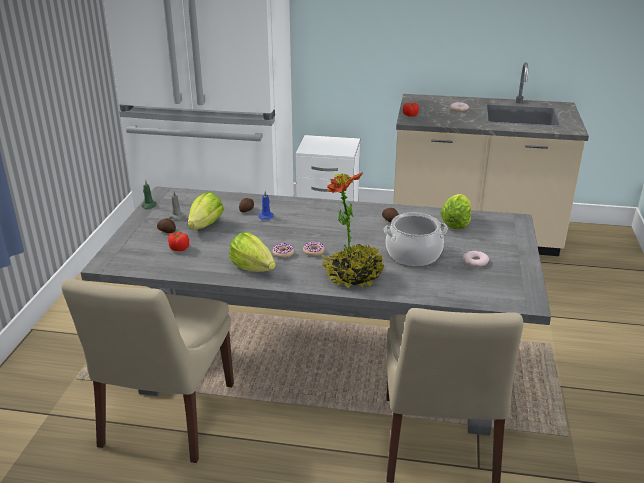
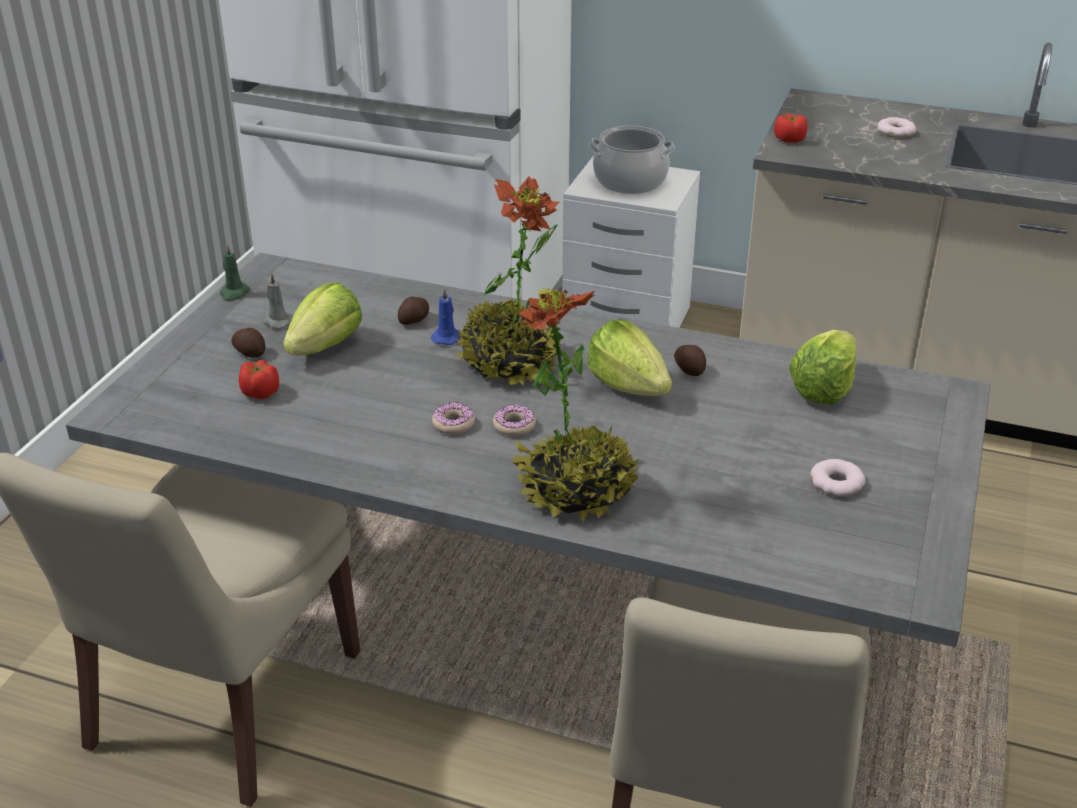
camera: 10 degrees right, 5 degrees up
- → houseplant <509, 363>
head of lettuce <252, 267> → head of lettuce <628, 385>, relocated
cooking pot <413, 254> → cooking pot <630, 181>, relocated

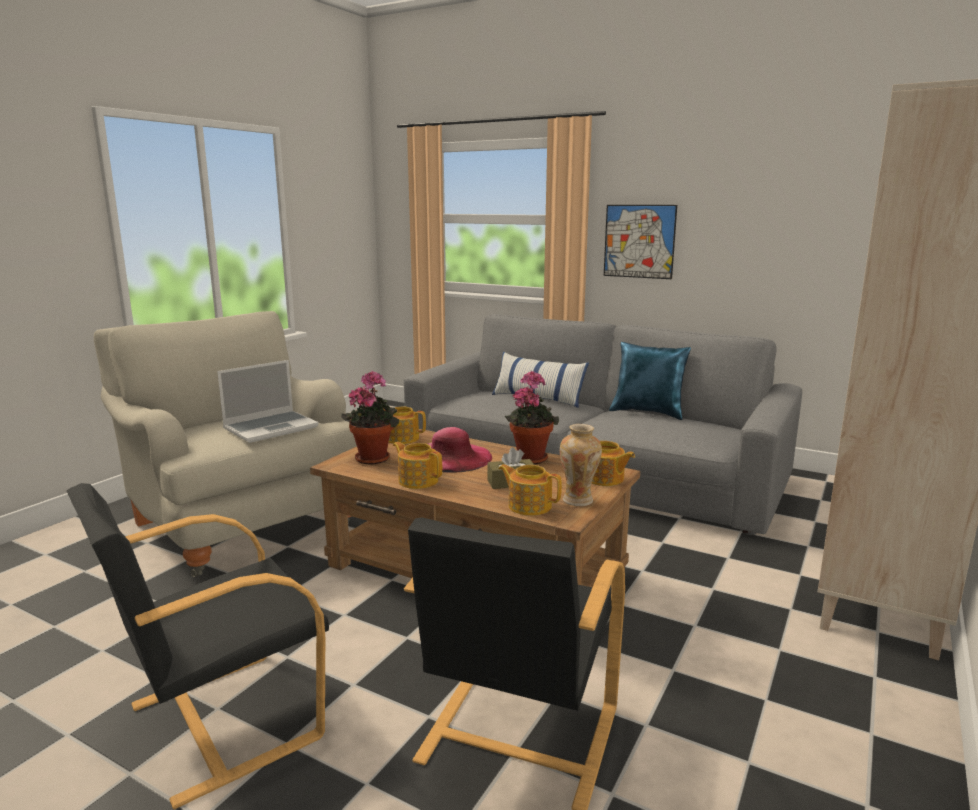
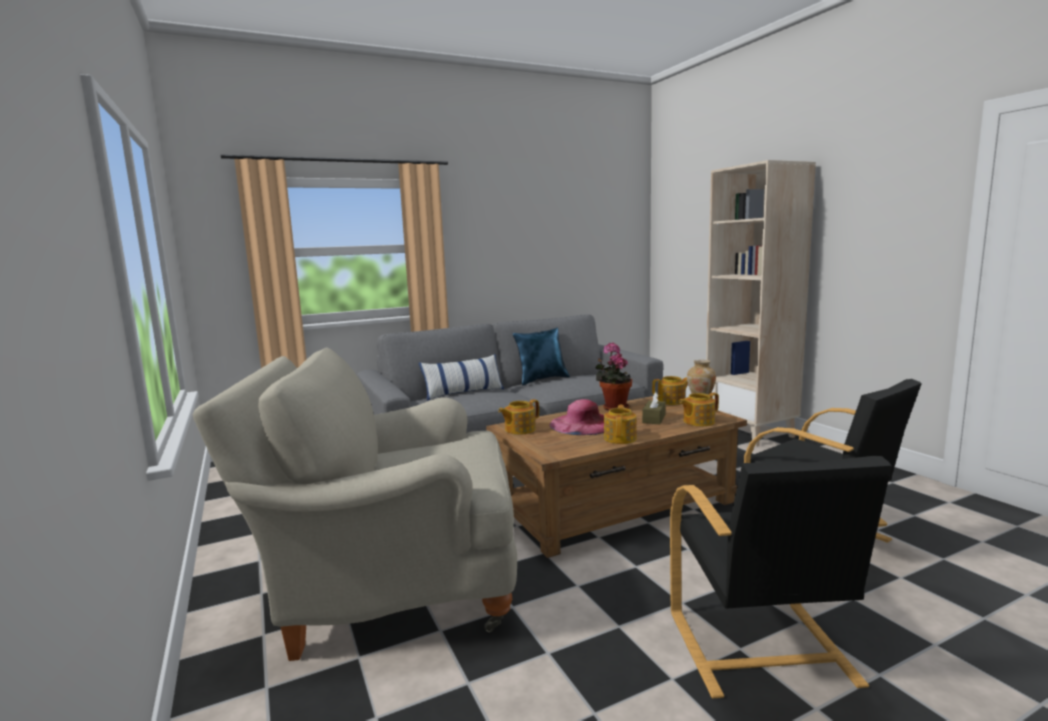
camera: 55 degrees left, 5 degrees down
laptop <271, 428> → -
houseplant <374, 457> → -
wall picture <639, 241> → -
pot for tea <418, 480> → pot for tea <620, 438>, 120 degrees clockwise

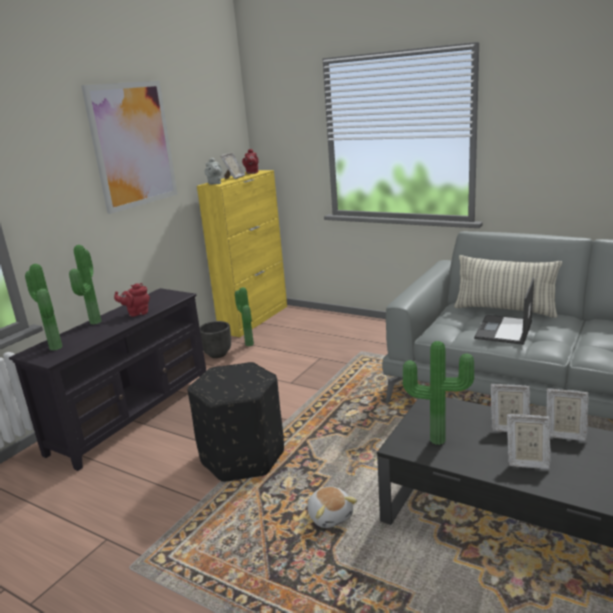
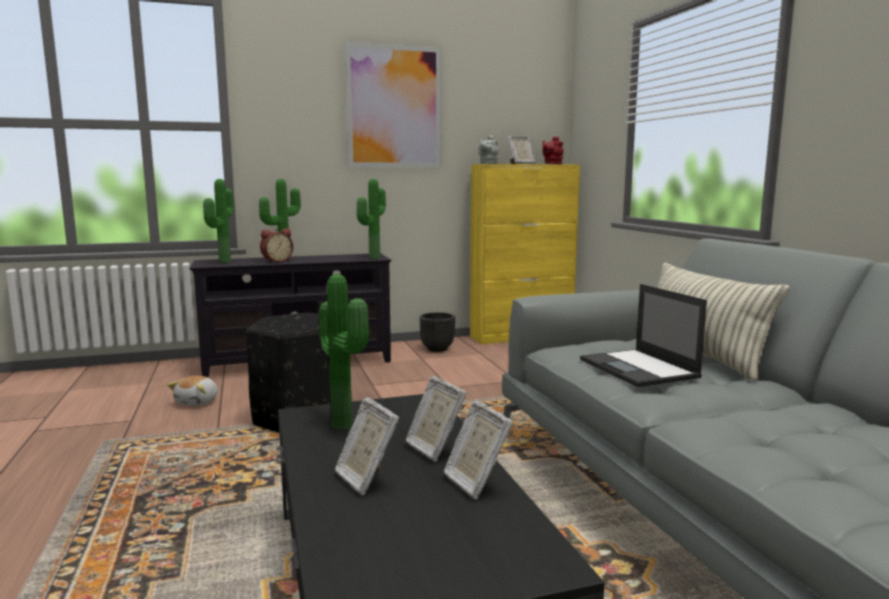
camera: 40 degrees right, 10 degrees down
red pot for tea <137, 313> → -
- → bedside clock <276, 261>
houseplant <247, 344> → houseplant <372, 257>, relocated
cuddly toy <330, 516> → cuddly toy <198, 402>, relocated
laptop <504, 330> → laptop <639, 369>, 90 degrees counterclockwise

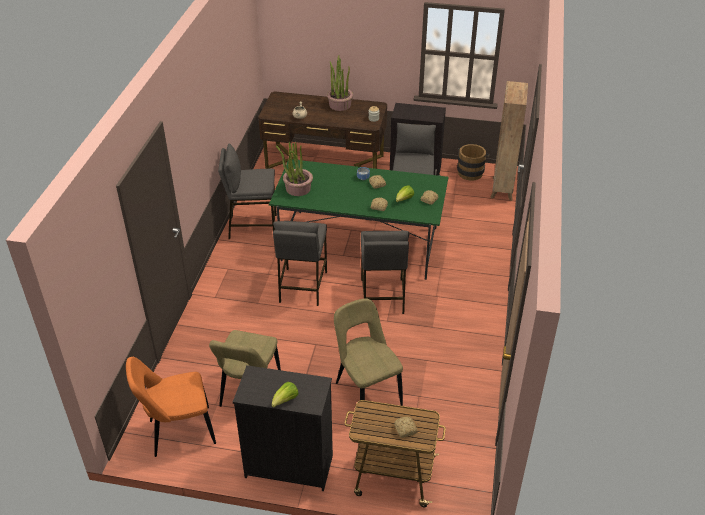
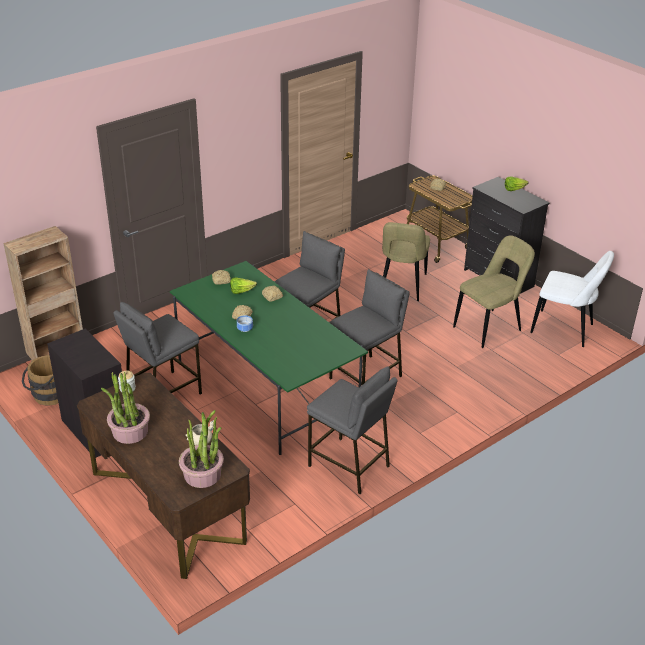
camera: 140 degrees left, 5 degrees down
houseplant <297, 188> → houseplant <203, 474>, relocated
orangey plain chair <178, 432> → white plain chair <565, 330>

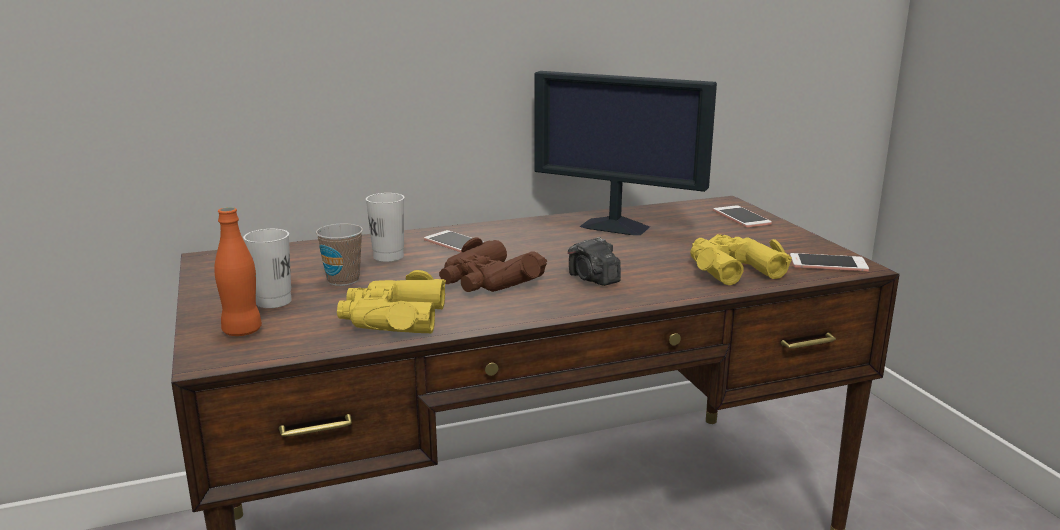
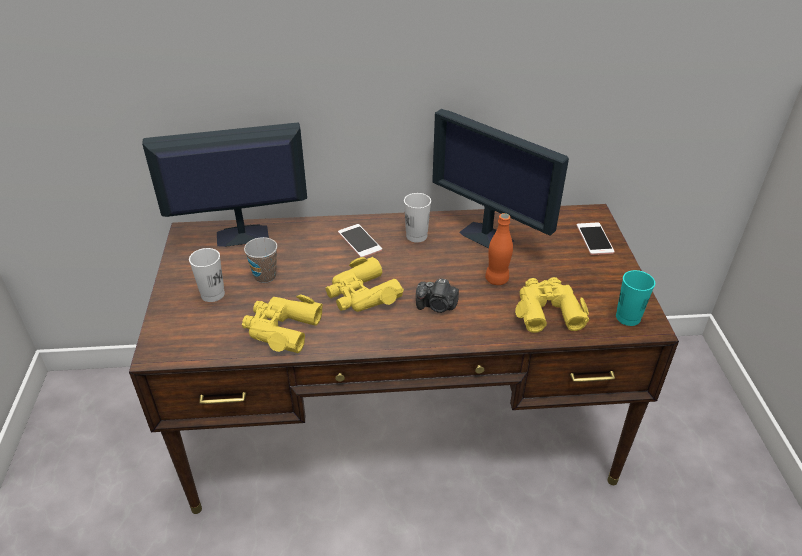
camera: 15 degrees right, 20 degrees up
- → computer screen <241, 236>
orangey bottle <242, 331> → orangey bottle <496, 279>, relocated
white cup <388, 257> → white cup <416, 236>, relocated
handset <828, 263> → blue-green cup <628, 317>
brown-coloured field glasses <488, 281> → yellowish field glasses <362, 295>
still camera <593, 279> → still camera <437, 306>, 60 degrees counterclockwise

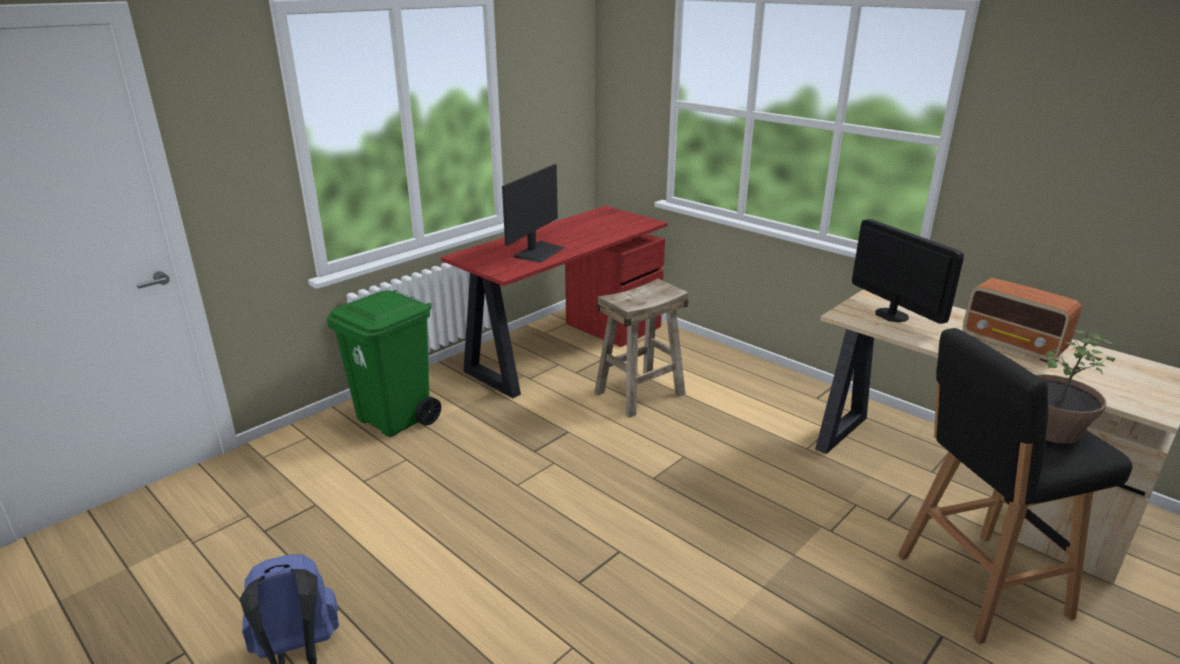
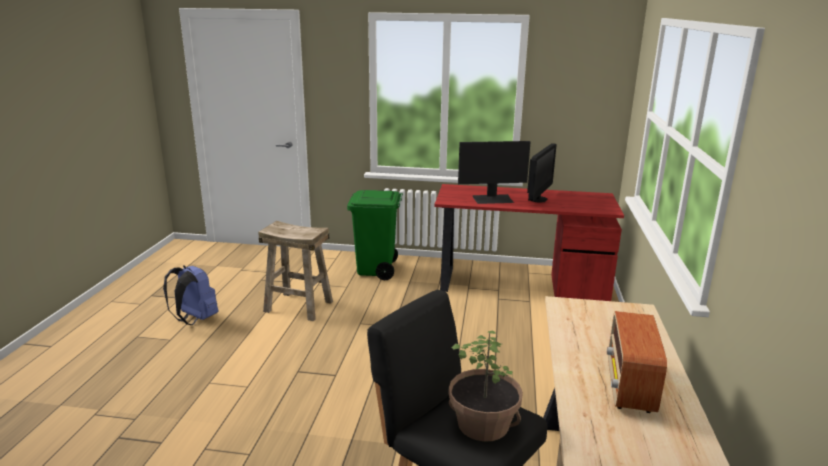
camera: 55 degrees right, 5 degrees down
beige-coloured stool seat <639, 394> → beige-coloured stool seat <298, 306>, relocated
computer screen <891, 315> → computer screen <538, 199>, relocated

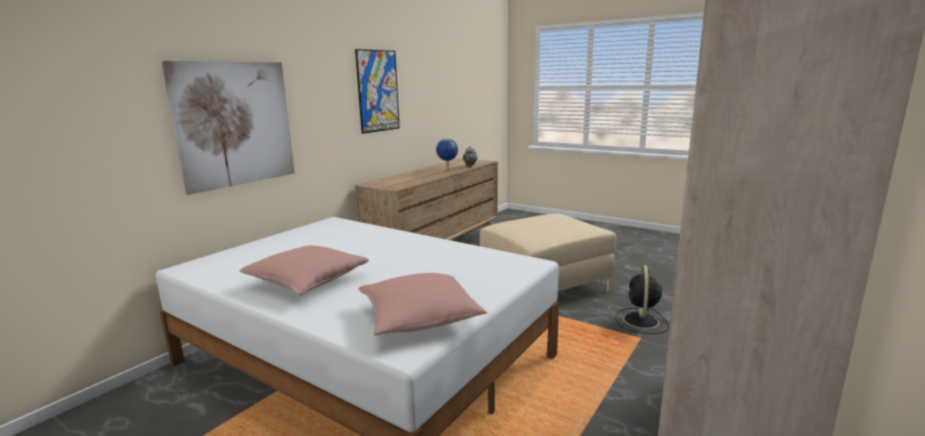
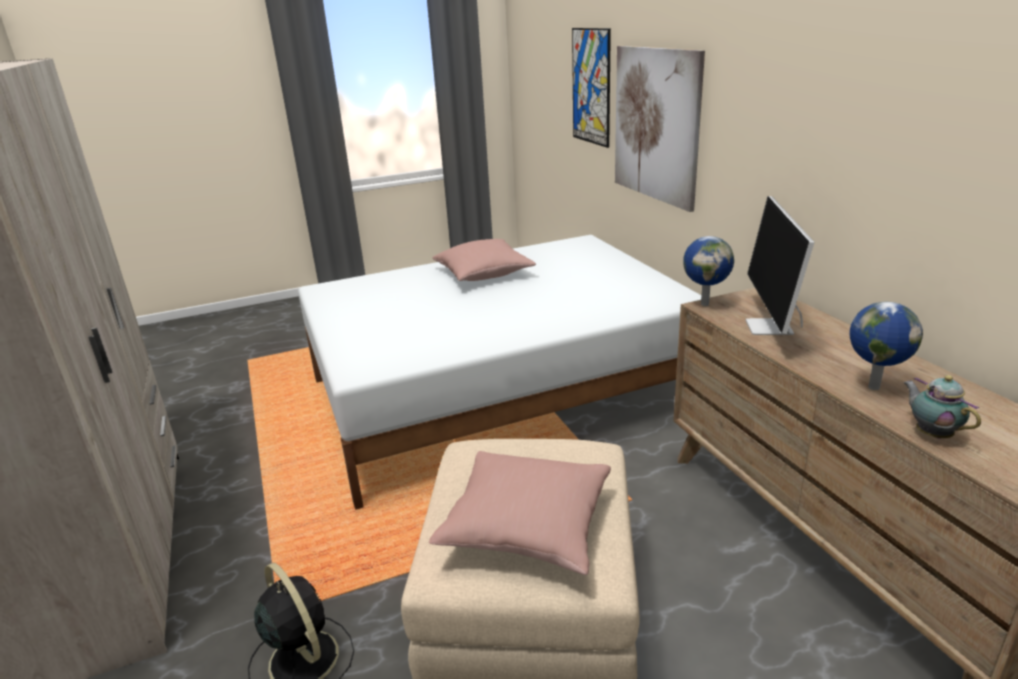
camera: 125 degrees right, 10 degrees up
- → desk globe <705, 304>
- → computer screen <770, 328>
wall picture <378, 91> → wall picture <591, 87>, relocated
pink-coloured throw pillow <419, 319> → pink-coloured throw pillow <527, 525>, relocated

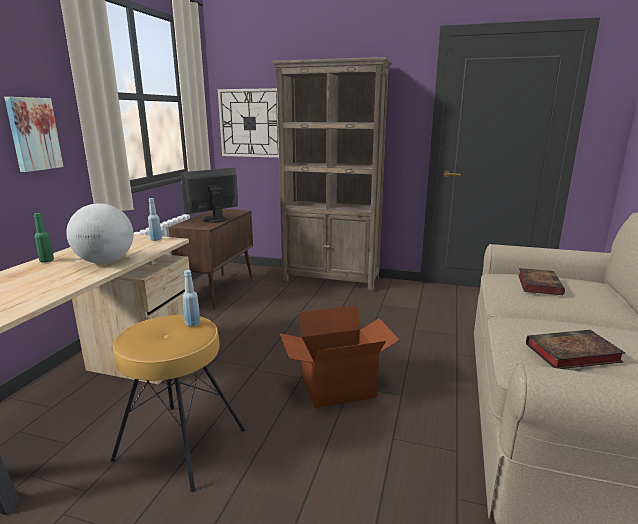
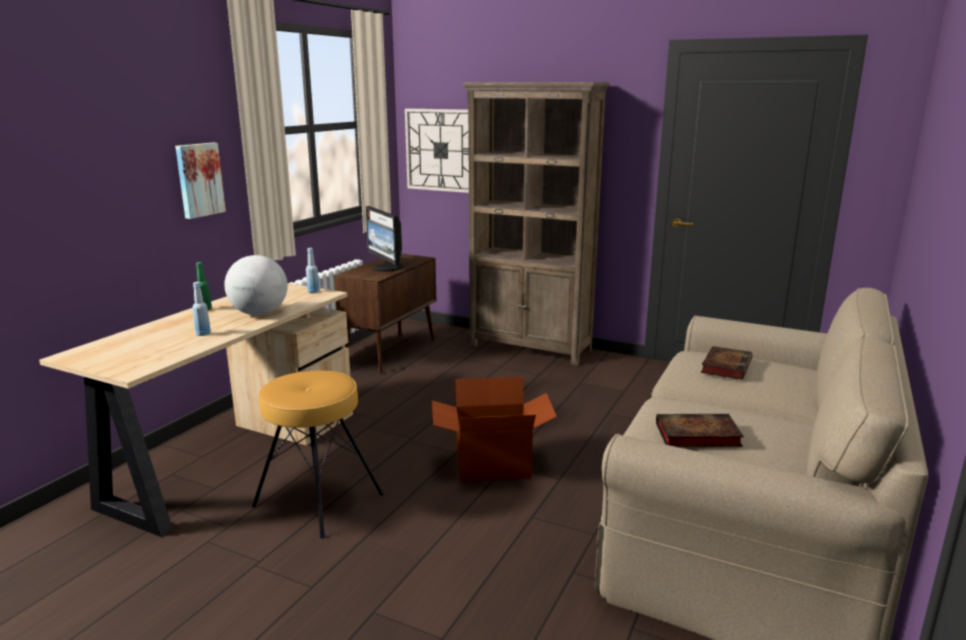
camera: 10 degrees right, 0 degrees up
blue bottle <193, 323> → blue bottle <203, 334>, relocated
computer screen <213, 219> → computer screen <387, 268>, 90 degrees counterclockwise

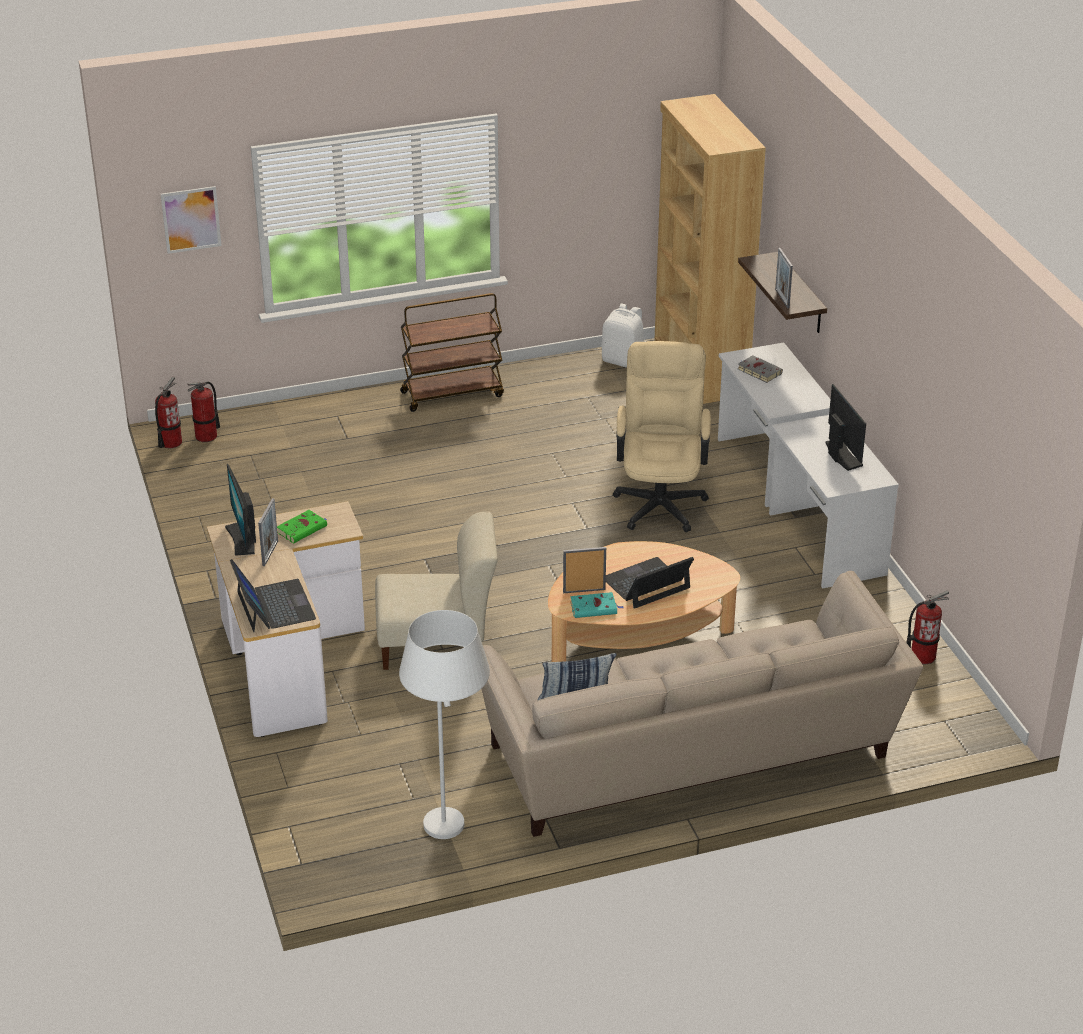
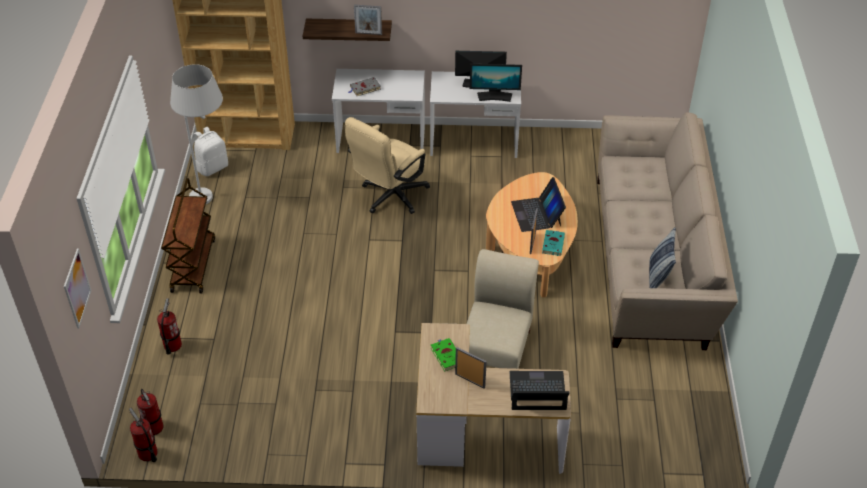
camera: 70 degrees left, 10 degrees up
computer screen <242, 539> → computer screen <494, 96>, relocated
white floor lamp <450, 840> → white floor lamp <214, 197>, relocated
extinguisher <922, 656> → extinguisher <172, 345>, relocated
beige-coloured desk chair <660, 500> → beige-coloured desk chair <389, 197>, 75 degrees counterclockwise

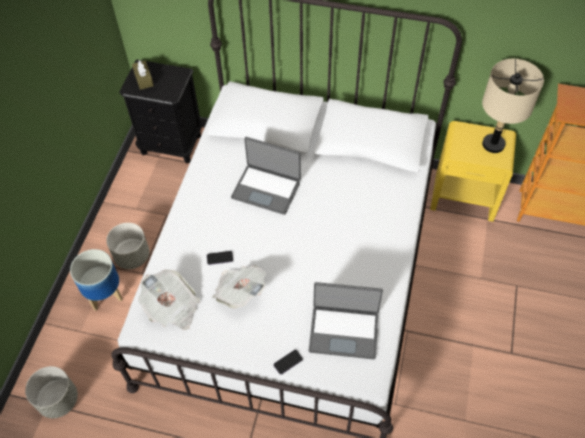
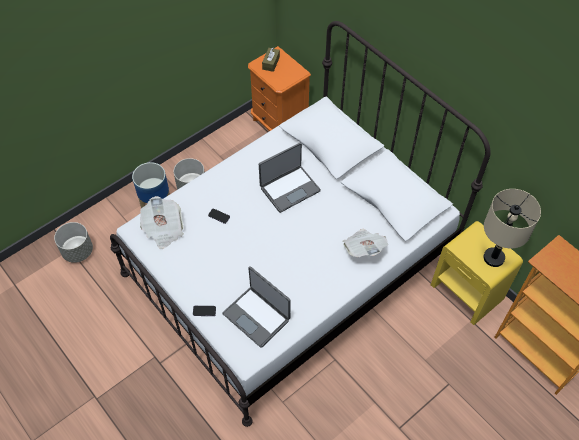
camera: 35 degrees right, 0 degrees up
newspaper <239, 291> → newspaper <364, 249>, relocated
black-coloured nightstand <171, 144> → orangey nightstand <279, 123>
laptop <266, 189> → laptop <289, 188>, 90 degrees counterclockwise

